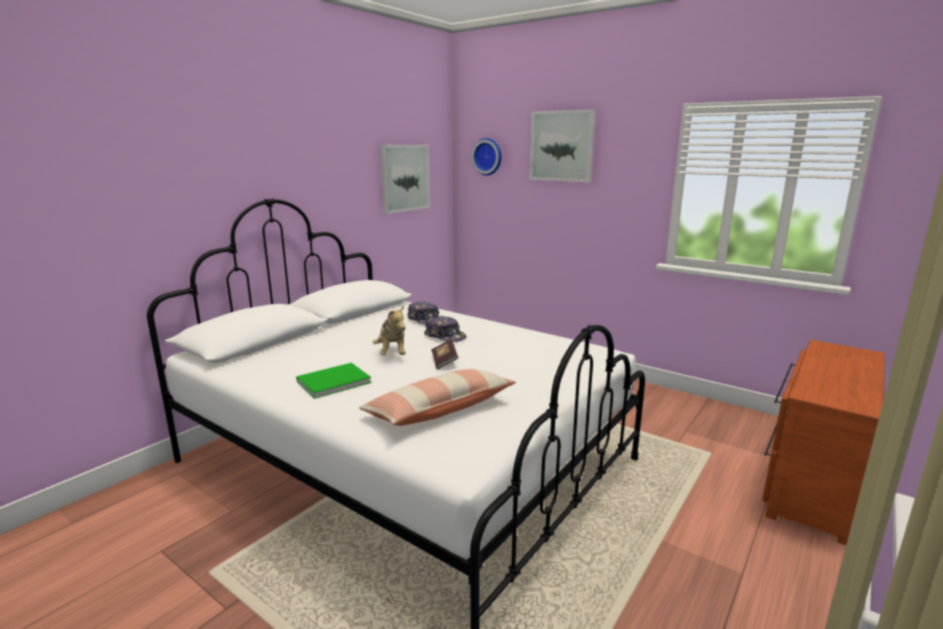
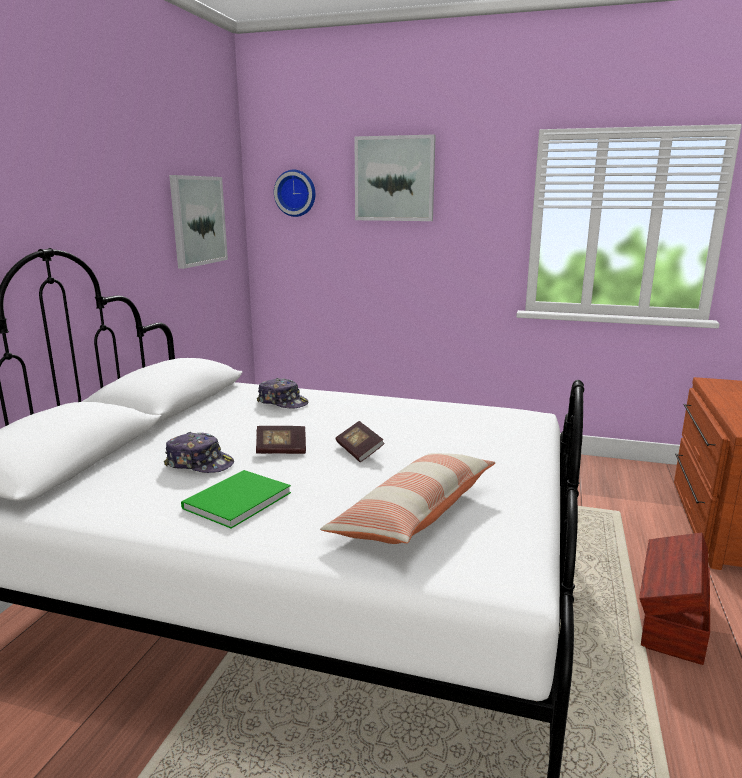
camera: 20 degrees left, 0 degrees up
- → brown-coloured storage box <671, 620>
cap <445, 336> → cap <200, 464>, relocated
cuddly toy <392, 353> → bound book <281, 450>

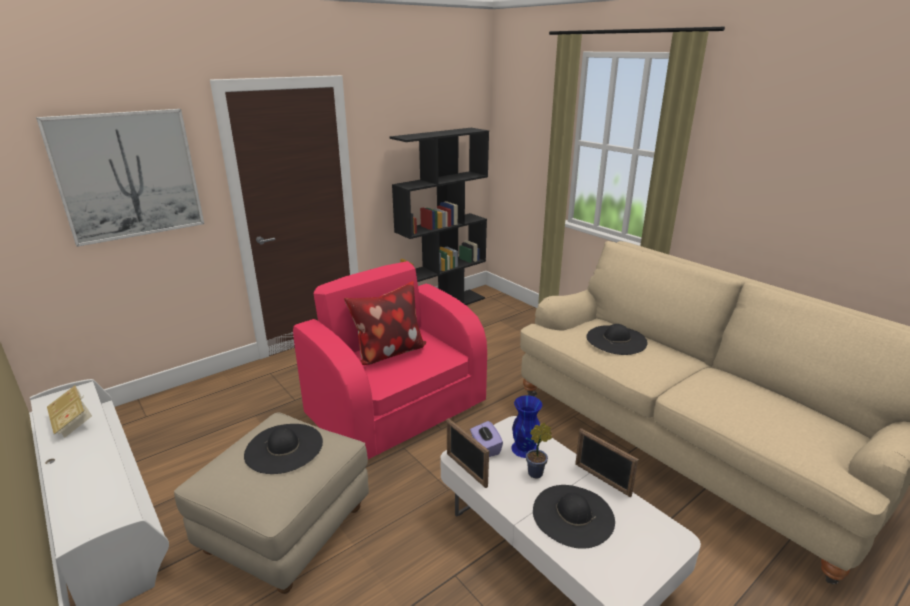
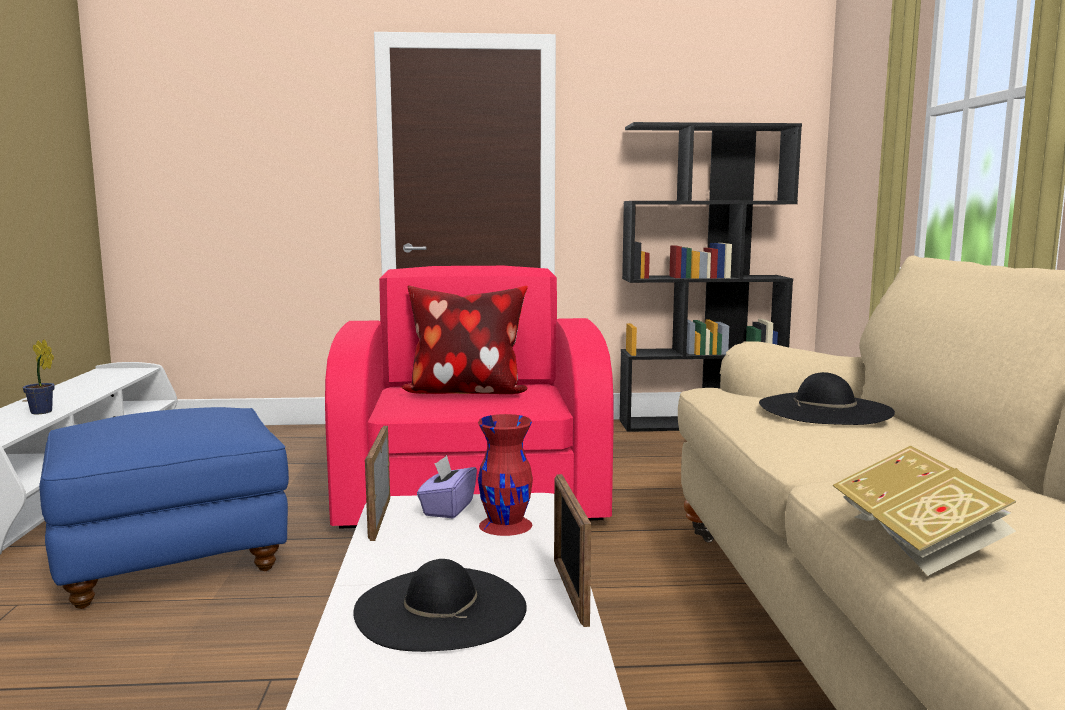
camera: 35 degrees right, 15 degrees down
wall picture <128, 175> → -
black-coloured wearable hat <284, 448> → -
bound book <72, 422> → bound book <916, 542>, relocated
houseplant <537, 473> → houseplant <43, 412>, relocated
beige-coloured pouffe <286, 529> → blue pouffe <173, 559>
blue flower vase <525, 448> → red flower vase <506, 524>

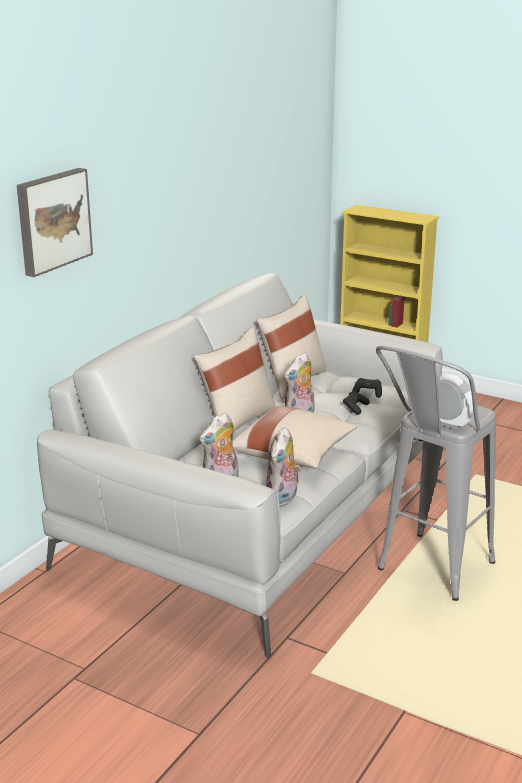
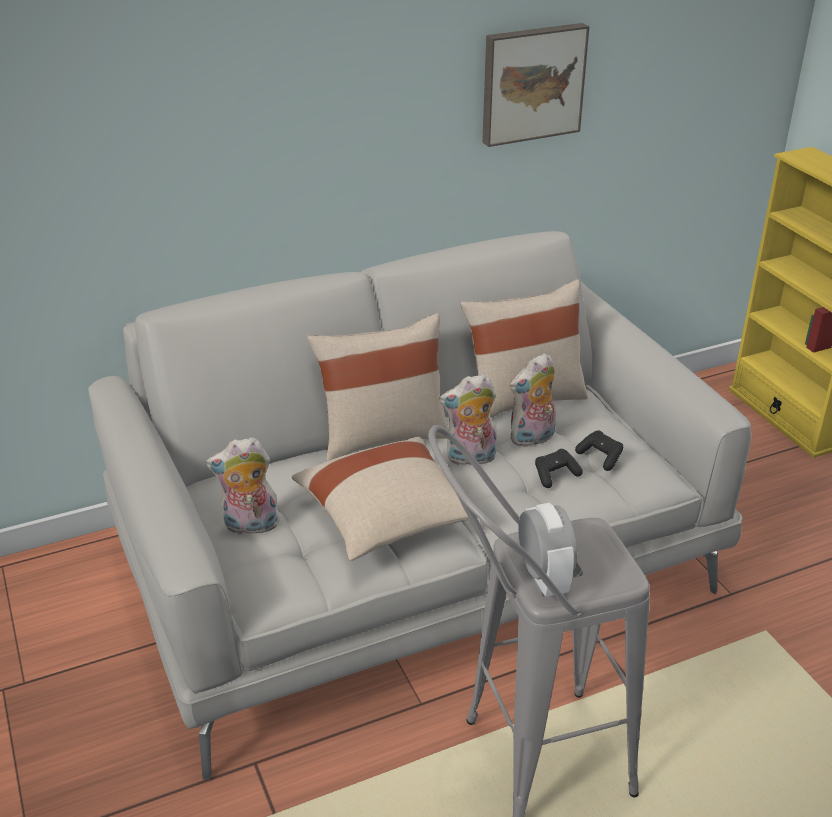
camera: 35 degrees right, 10 degrees up
wall picture <52, 220> → wall picture <531, 83>, relocated
cuddly toy <283, 500> → cuddly toy <532, 439>, relocated

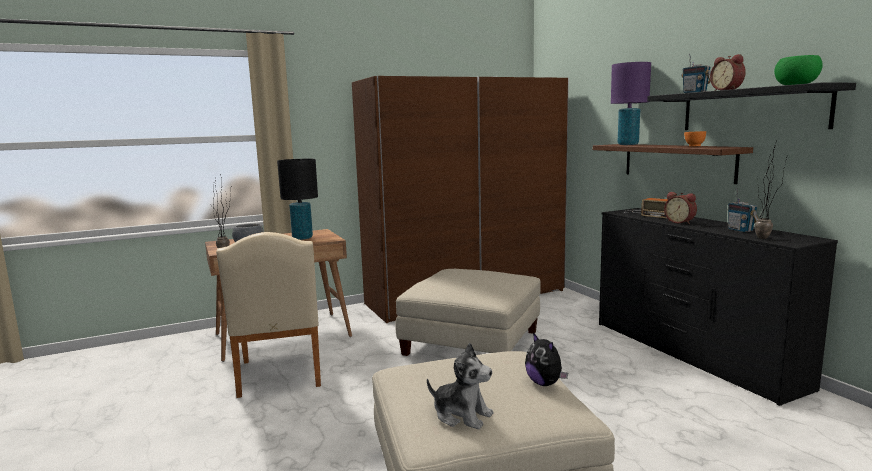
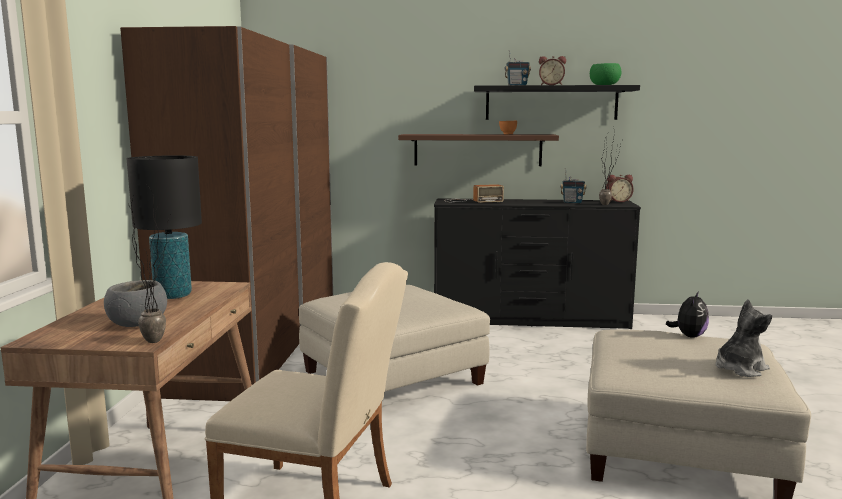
camera: 60 degrees left, 0 degrees up
purple table lamp <628, 144> → -
bedside clock <680, 222> → bedside clock <618, 201>, relocated
cuddly toy <545, 383> → cuddly toy <689, 336>, 60 degrees counterclockwise

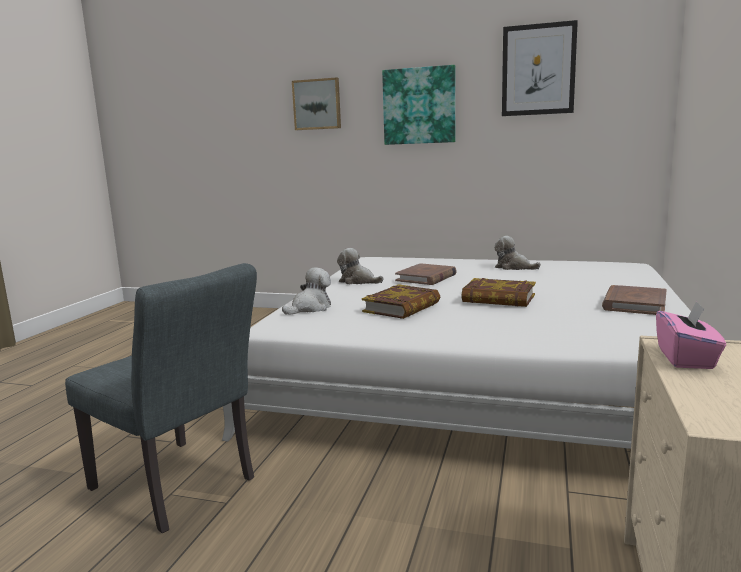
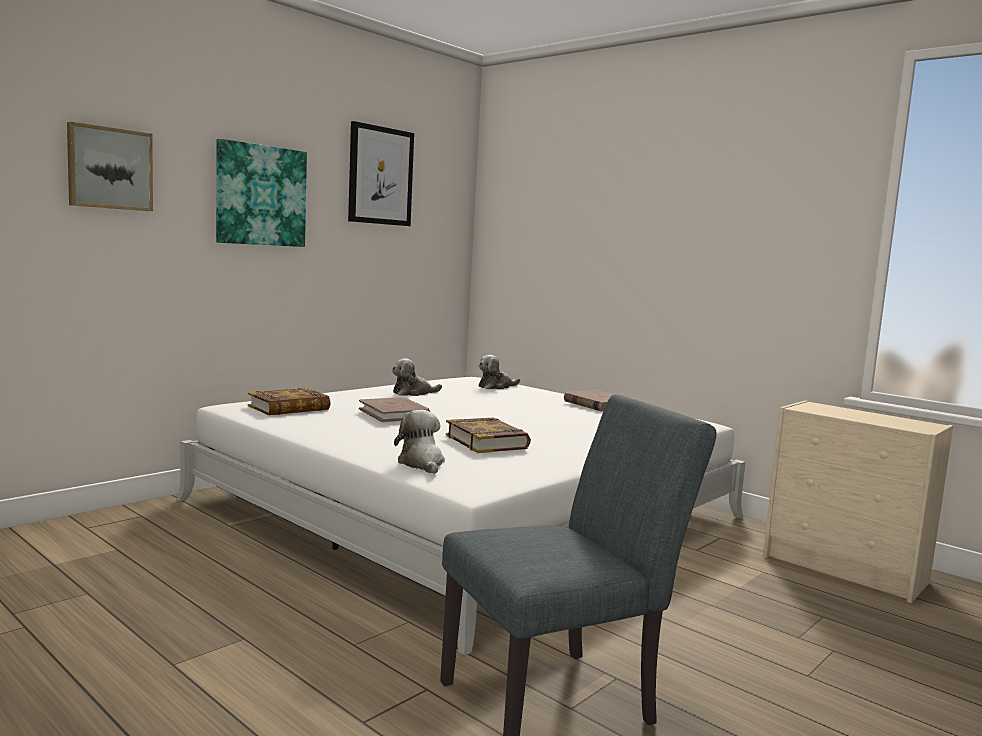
camera: 65 degrees left, 5 degrees down
pink-coloured tissue box <686, 358> → -
cuddly toy <358, 281> → cuddly toy <496, 387>, relocated
bound book <498, 299> → bound book <289, 408>, relocated

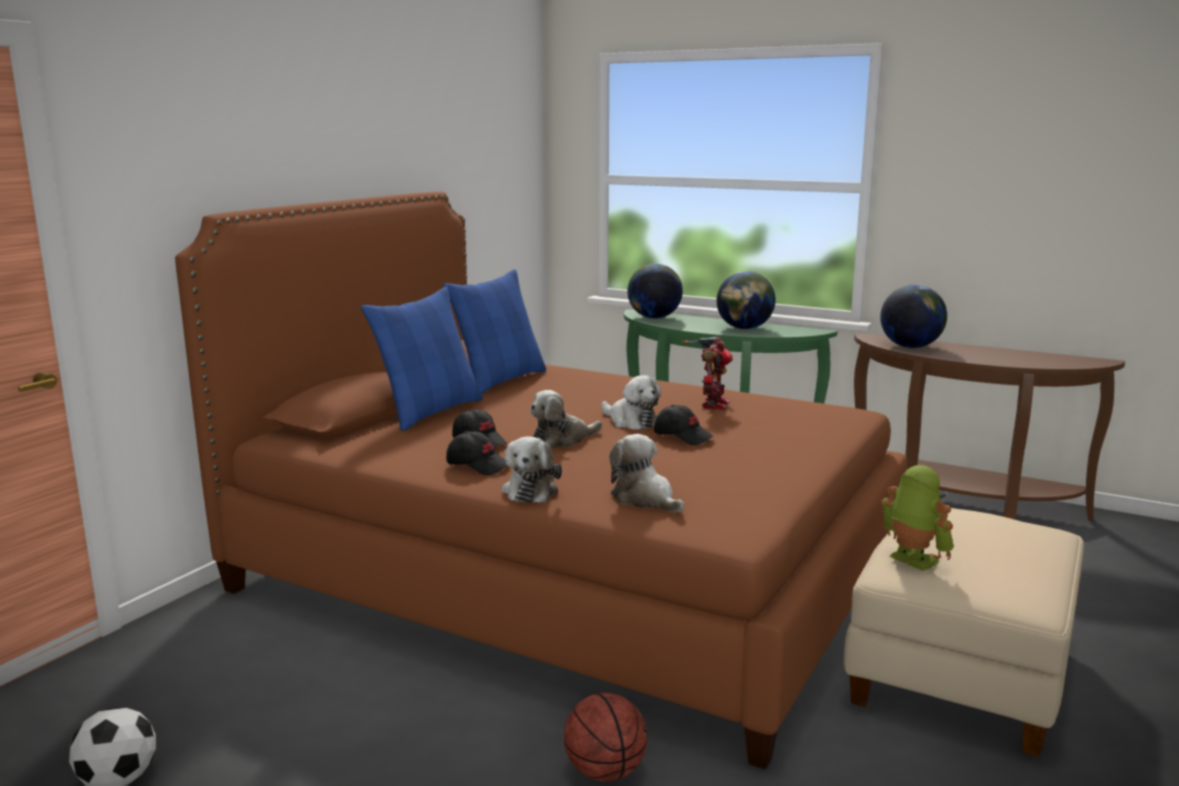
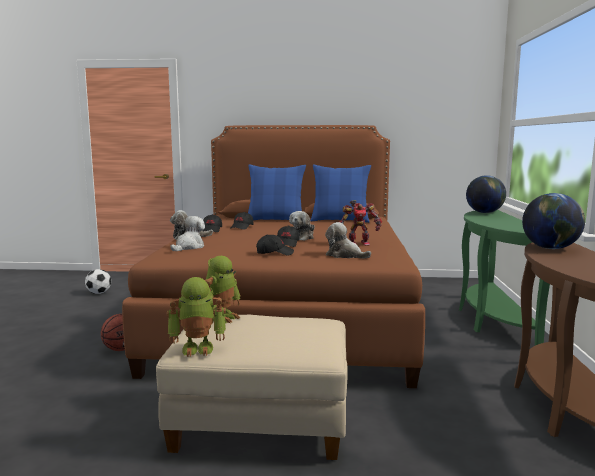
camera: 65 degrees right, 5 degrees down
desk globe <744, 328> → -
- → toy robot <198, 348>
- → black-coloured cap <274, 253>
cuddly toy <562, 440> → cuddly toy <345, 255>, relocated

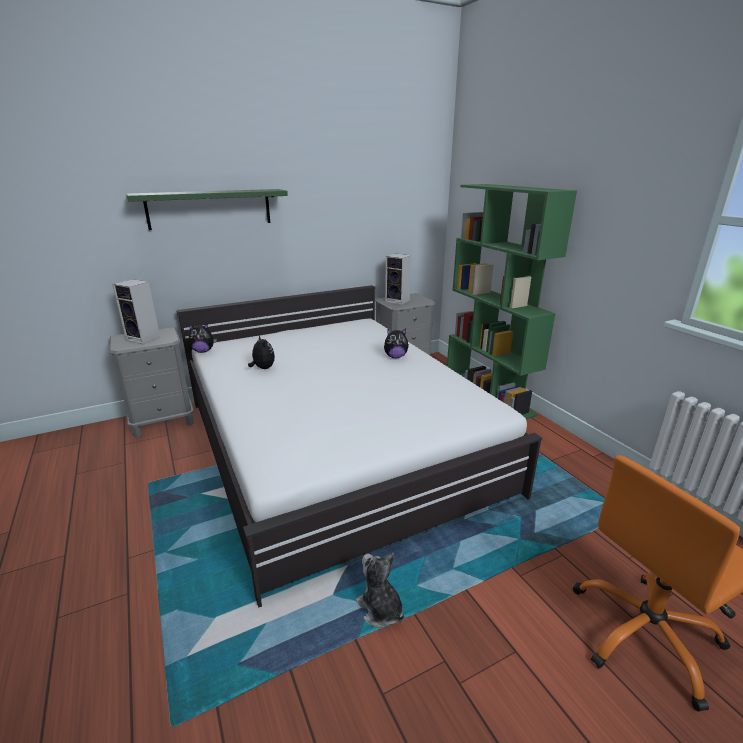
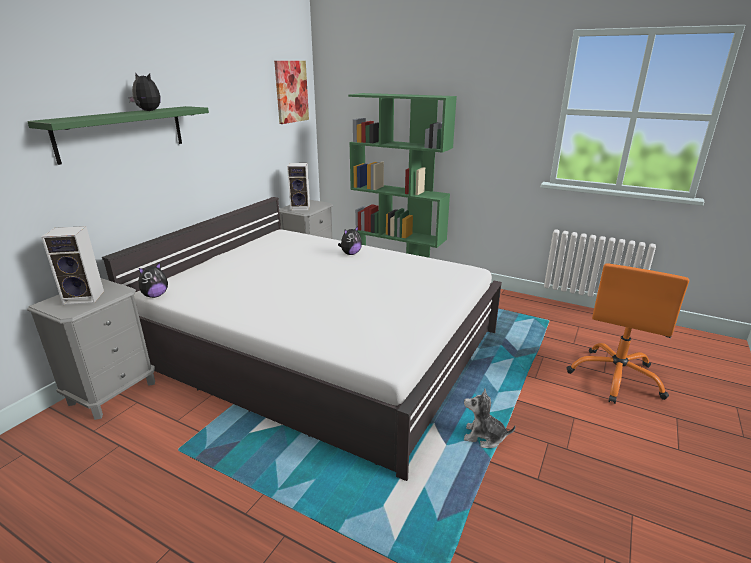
camera: 35 degrees left, 0 degrees up
- → wall picture <291, 92>
cuddly toy <263, 368> → cuddly toy <147, 111>, relocated

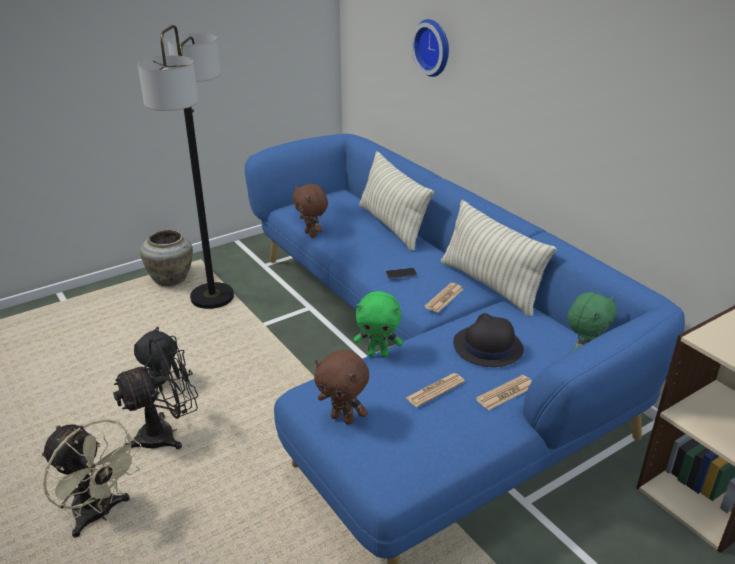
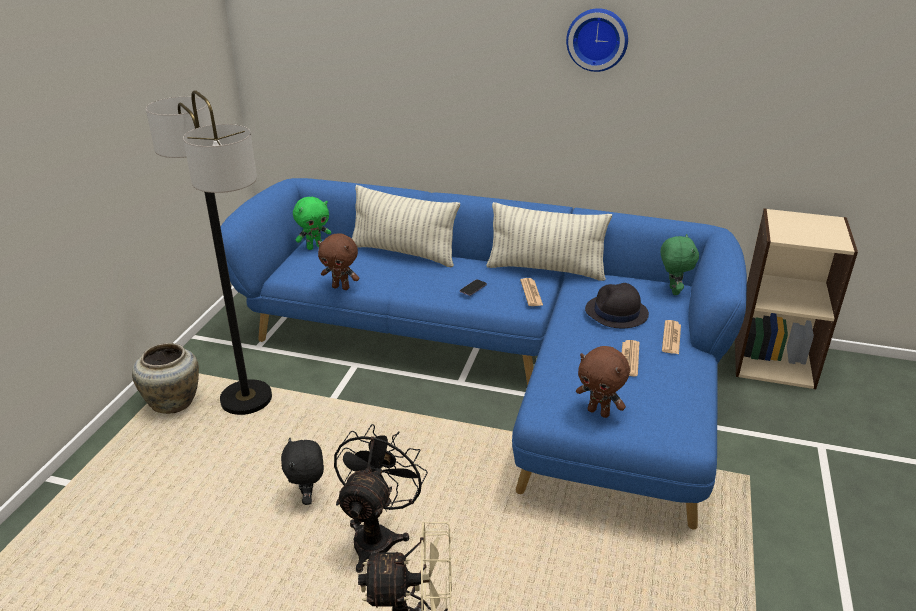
camera: 40 degrees left, 0 degrees up
green-coloured cuddly toy <378, 354> → green-coloured cuddly toy <314, 247>, relocated
hanging clock <434, 47> → hanging clock <597, 39>, relocated
brown-coloured cuddly toy <343, 418> → brown-coloured cuddly toy <599, 412>, 45 degrees clockwise

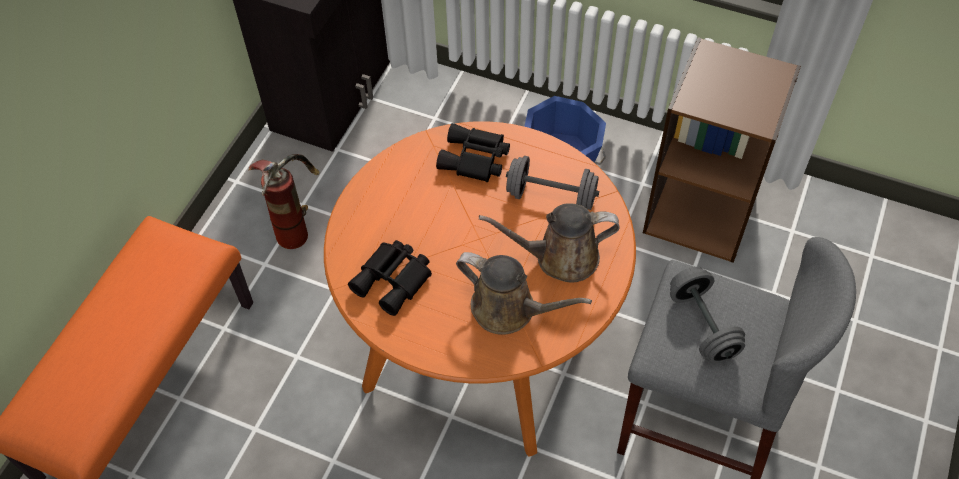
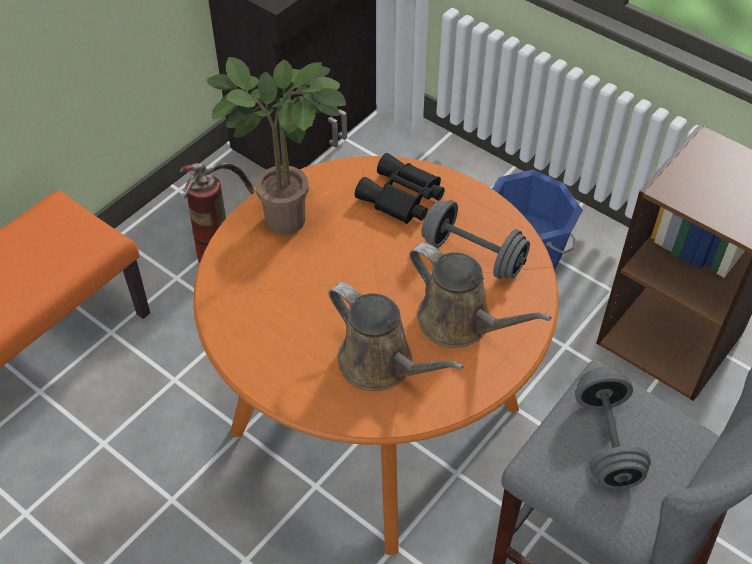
camera: 15 degrees right, 5 degrees down
black-coloured field glasses <395, 280> → -
- → houseplant <292, 217>
brown-coloured watering pot <560, 257> → brown-coloured watering pot <460, 322>, 150 degrees counterclockwise

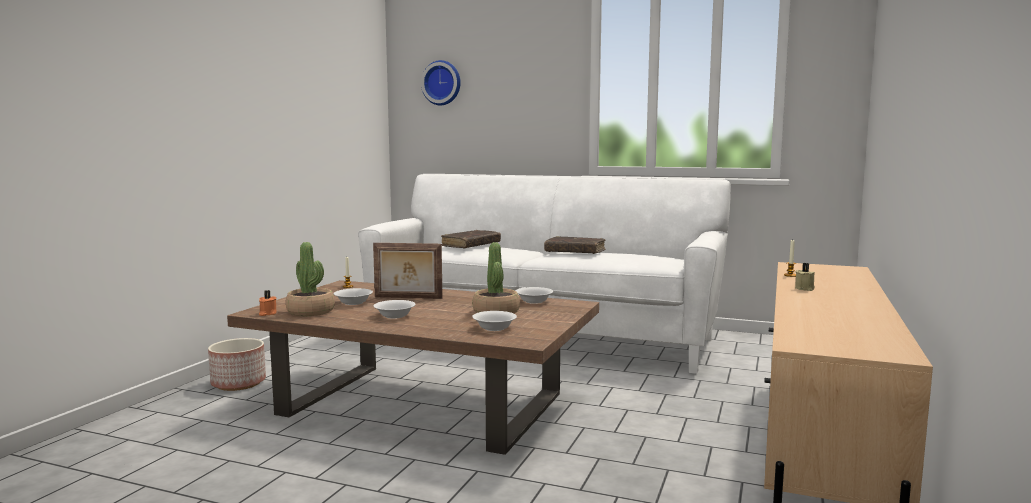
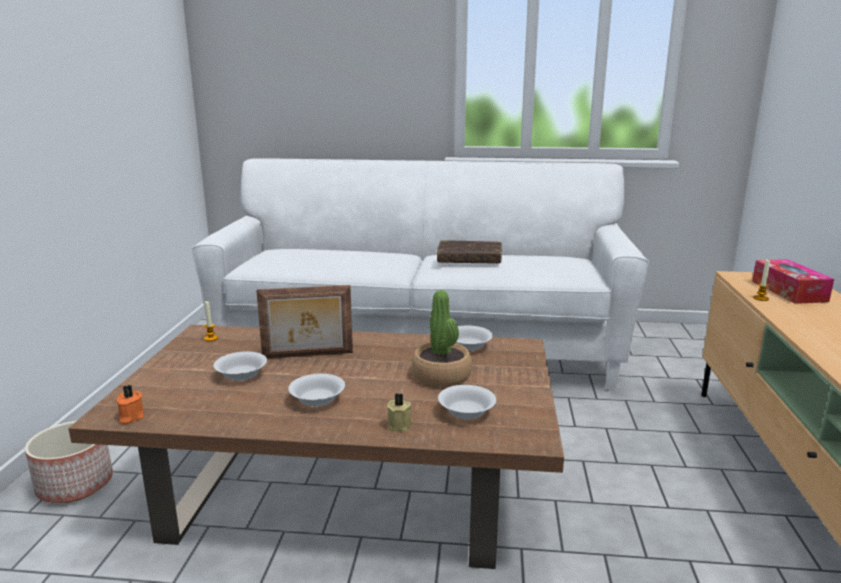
camera: 15 degrees left, 10 degrees up
houseplant <311, 311> → -
hanging clock <442, 83> → -
brown-coloured bound book <471, 245> → -
- → tissue box <788, 291>
beige-coloured wax light <805, 288> → beige-coloured wax light <400, 425>, relocated

